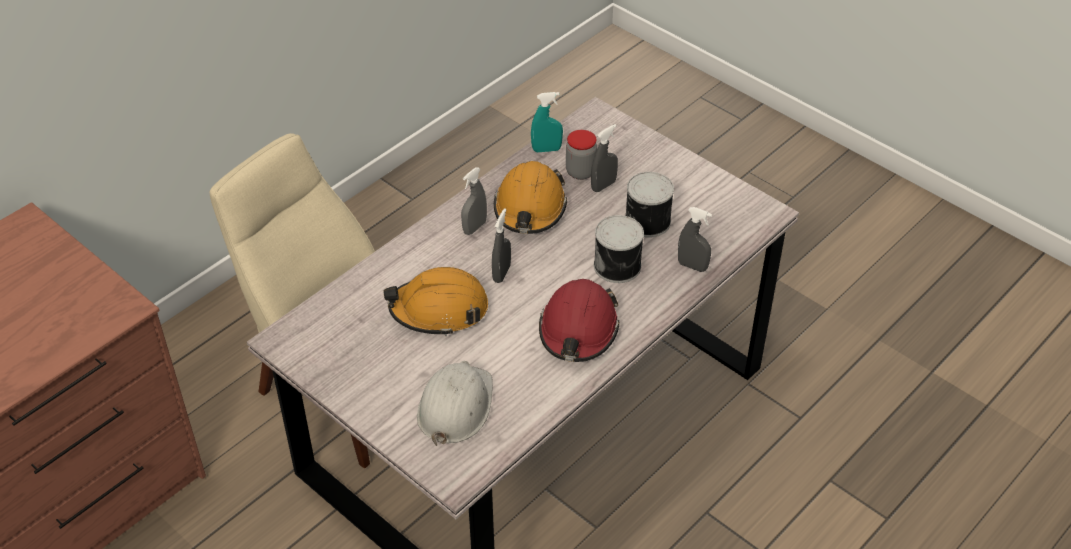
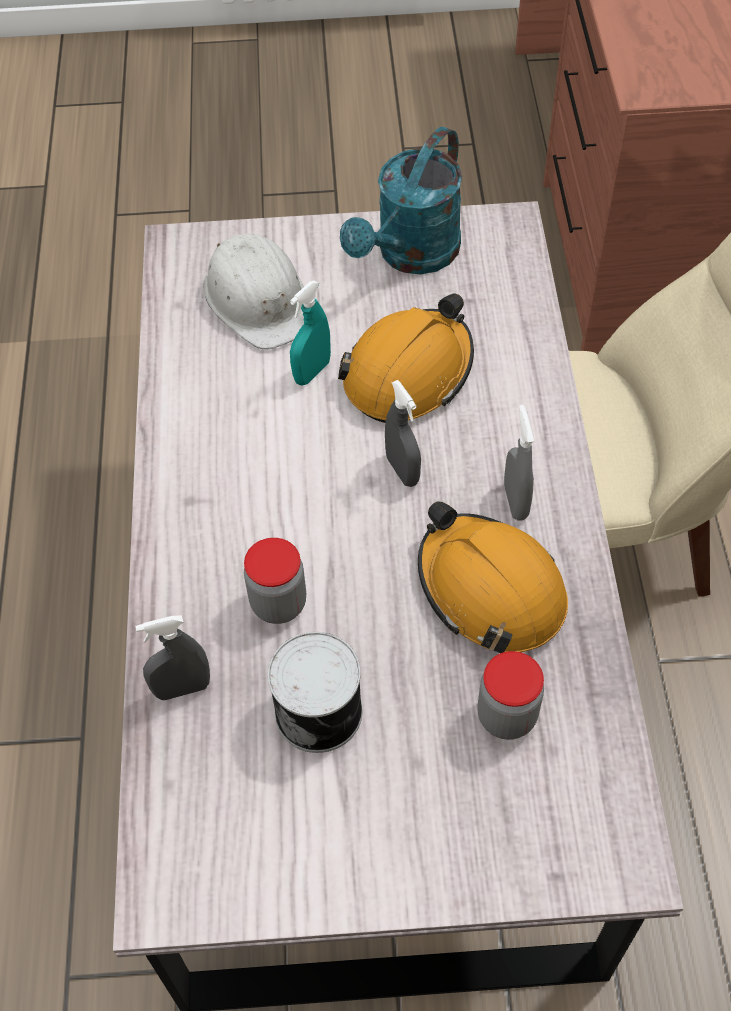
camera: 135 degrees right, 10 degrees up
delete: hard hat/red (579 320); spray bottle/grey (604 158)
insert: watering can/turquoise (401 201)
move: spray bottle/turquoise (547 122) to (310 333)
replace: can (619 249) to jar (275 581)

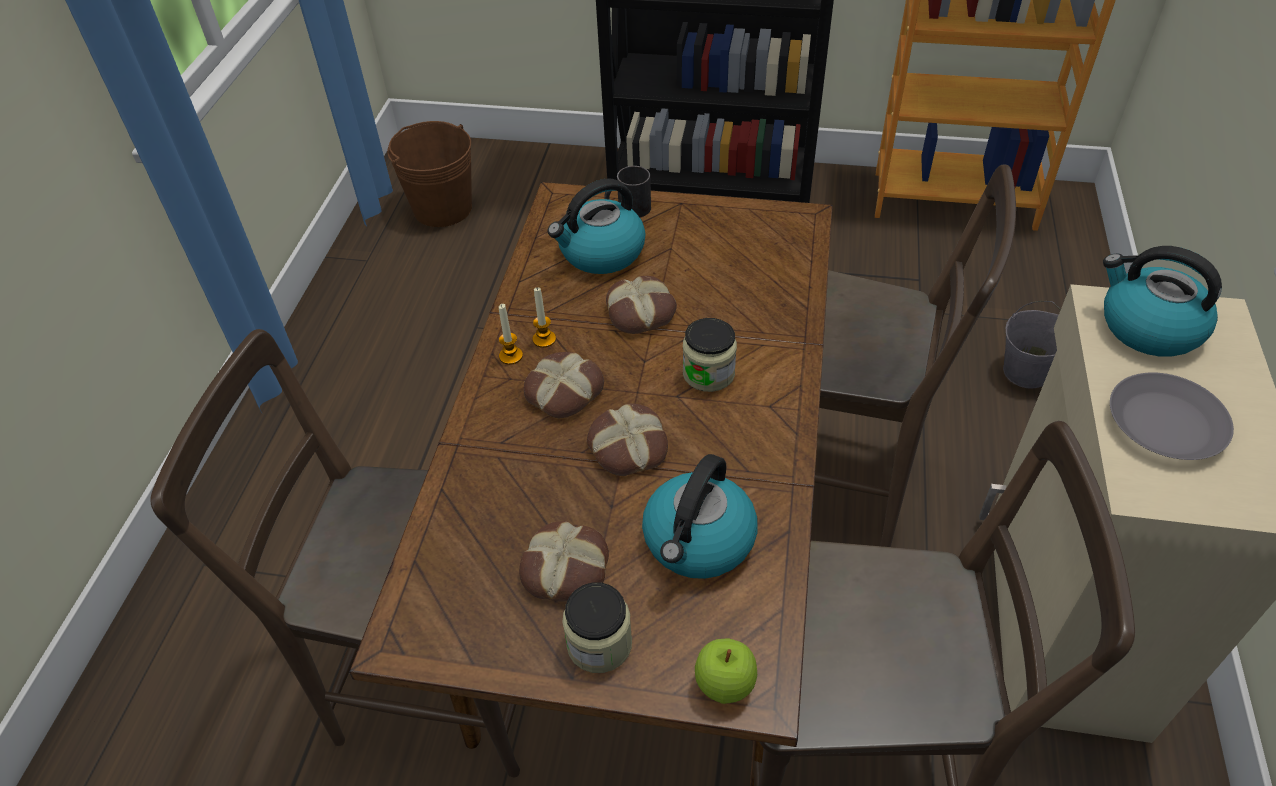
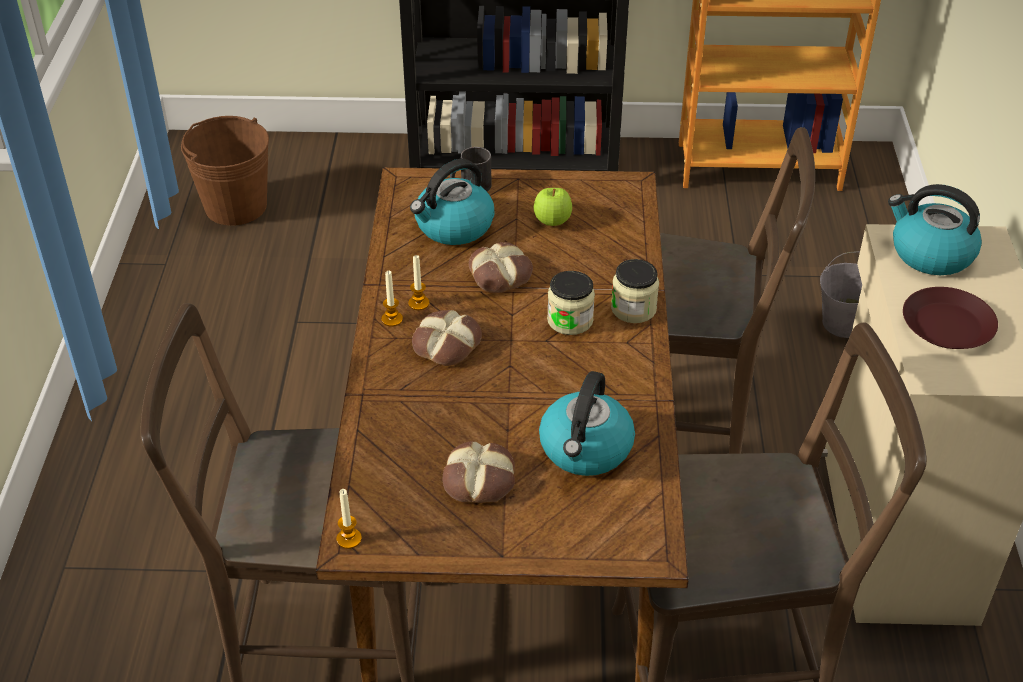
camera: 10 degrees left, 5 degrees down
delete: bread (627 439)
insert: candle (349 519)
move: apple (726 671) to (553 207); jar (597 627) to (635 291)
recolor: plate/grey (1172 416) to plate/brown (950 318)

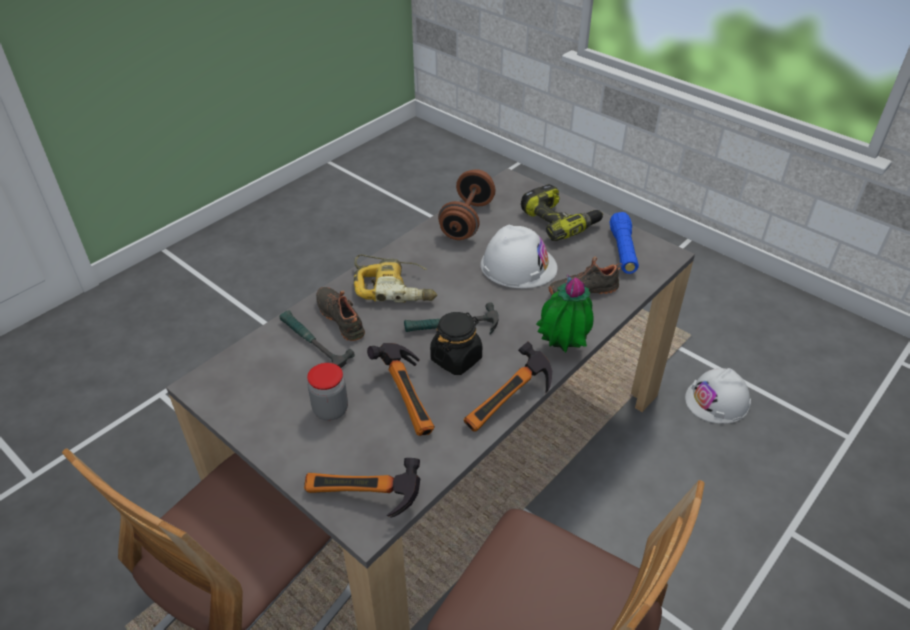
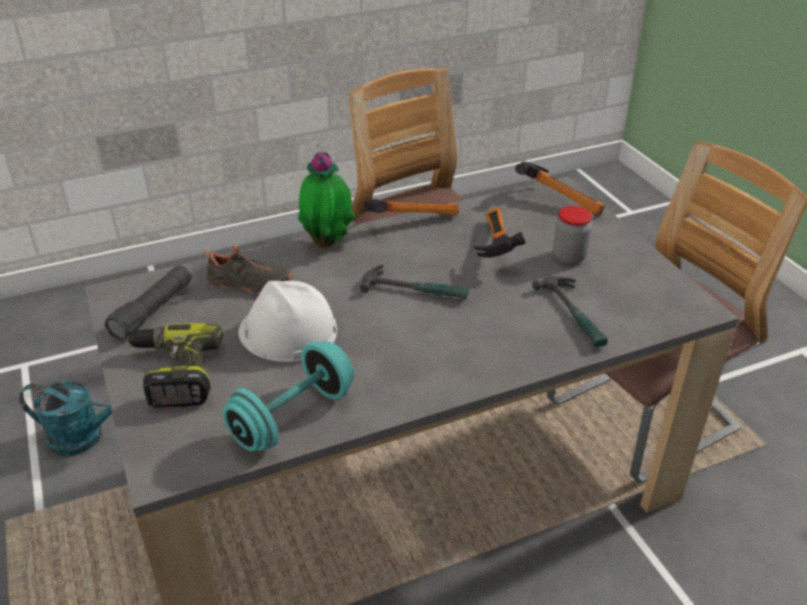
camera: 155 degrees left, 5 degrees down
delete: shoe/black (340 314); power drill (395 278); jar/black (456 343)
replace: hard hat/white (718 396) to watering can/turquoise (65 418)
recolor: flashlight/blue (624 243) to flashlight/black (148 303); dumbbell/brown (467 204) to dumbbell/turquoise (288 396)

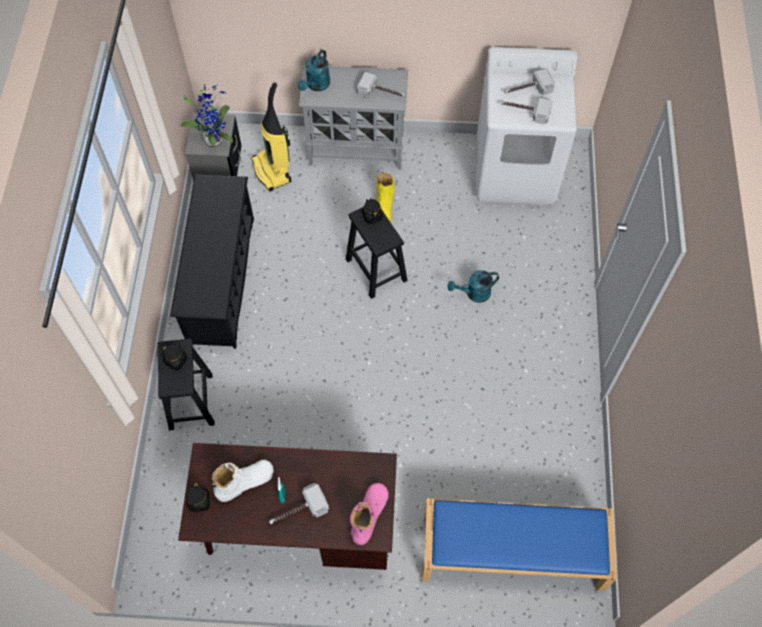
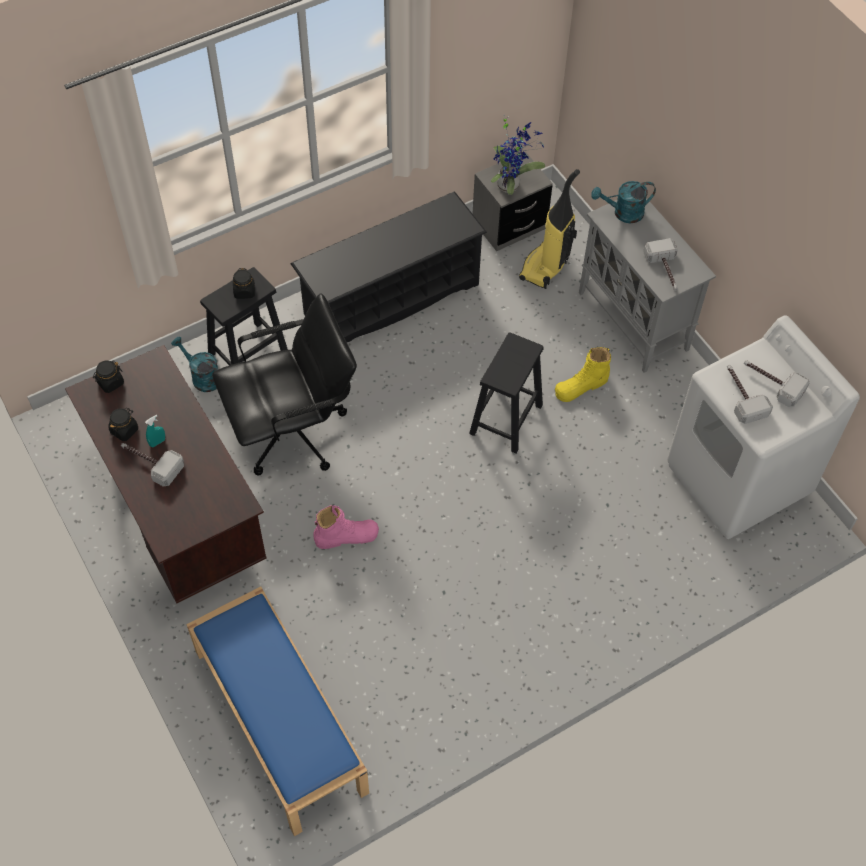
camera: 55 degrees right, 5 degrees down
delete: boot/white (243 481)
insert: office chair/black (284 385)
move: jar/black (372 211) to (123 424); watering can/turquoise (473 286) to (194 364); boot/pink (369 514) to (346 527)

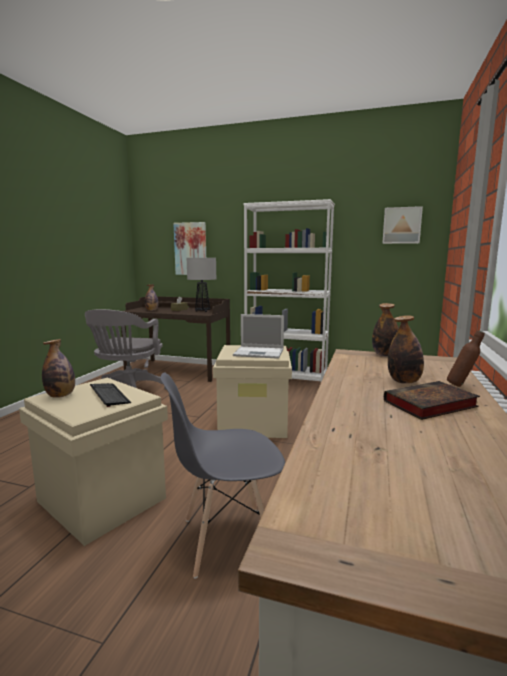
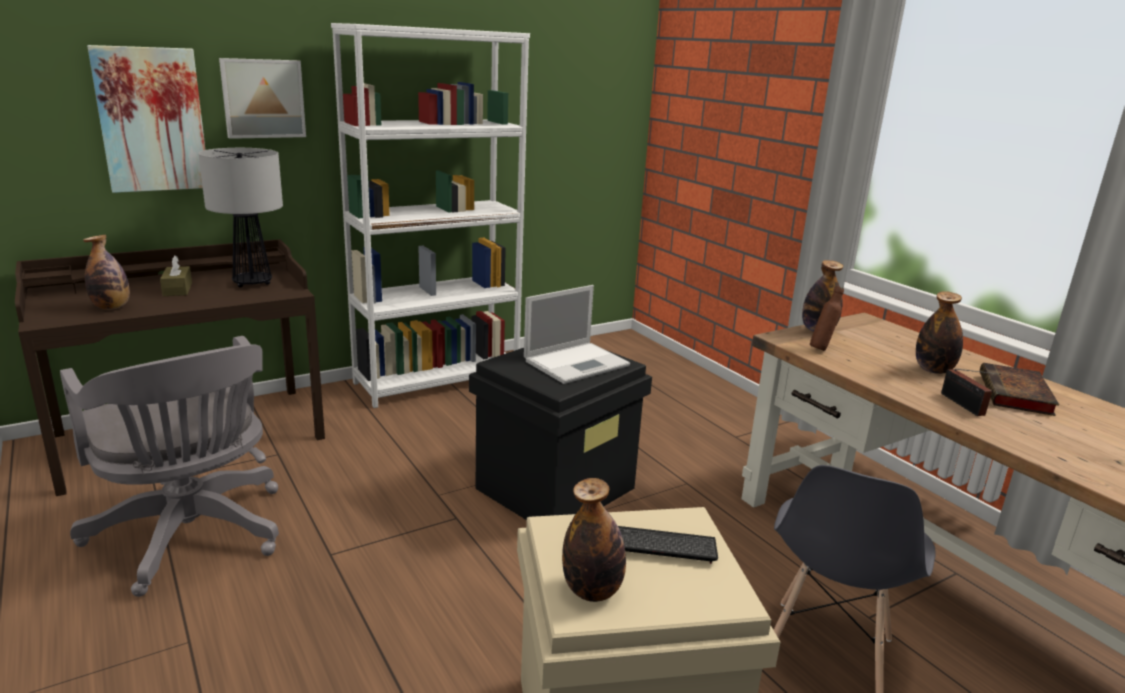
camera: 50 degrees left, 10 degrees up
insert: radio (971 392)
move: picture (402 225) to (262 98); bottle/brown (466 358) to (827 318)
recolor: storage box/beige (252 391) to storage box/black (560 434)

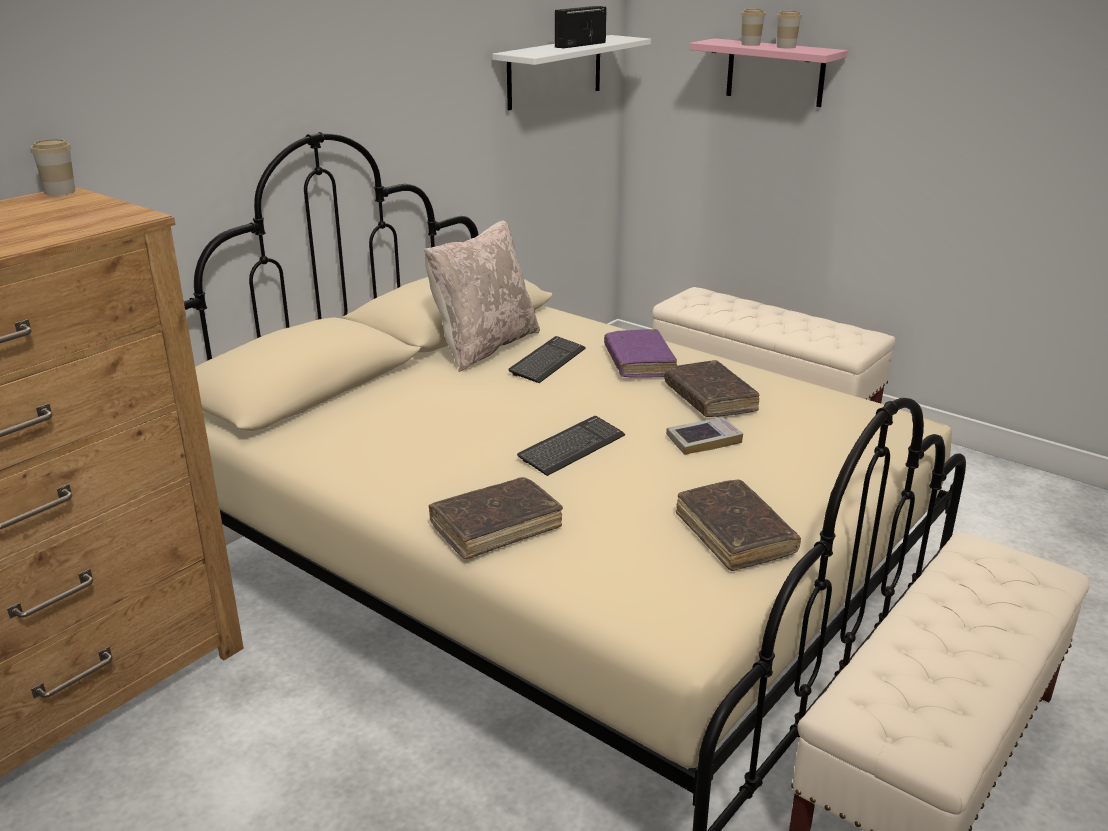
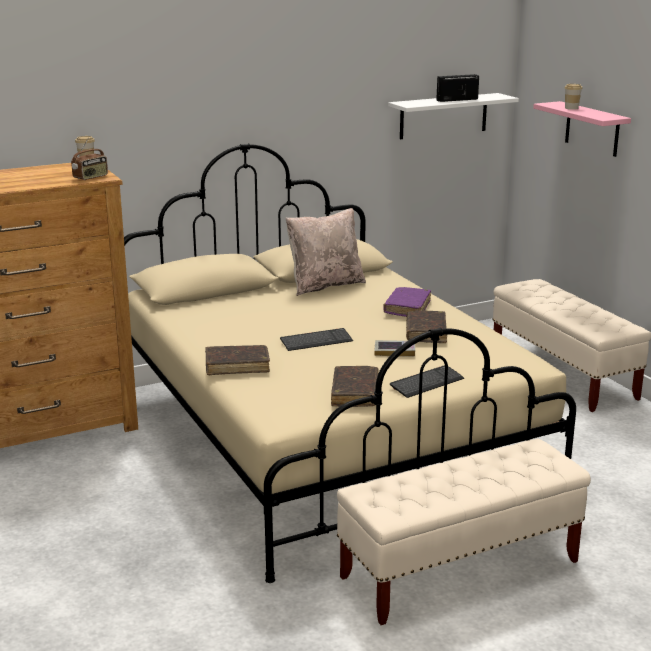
camera: 25 degrees right, 5 degrees down
delete: cup (789 29)
insert: radio (89 158)
move: keyboard (547 359) to (427 381)

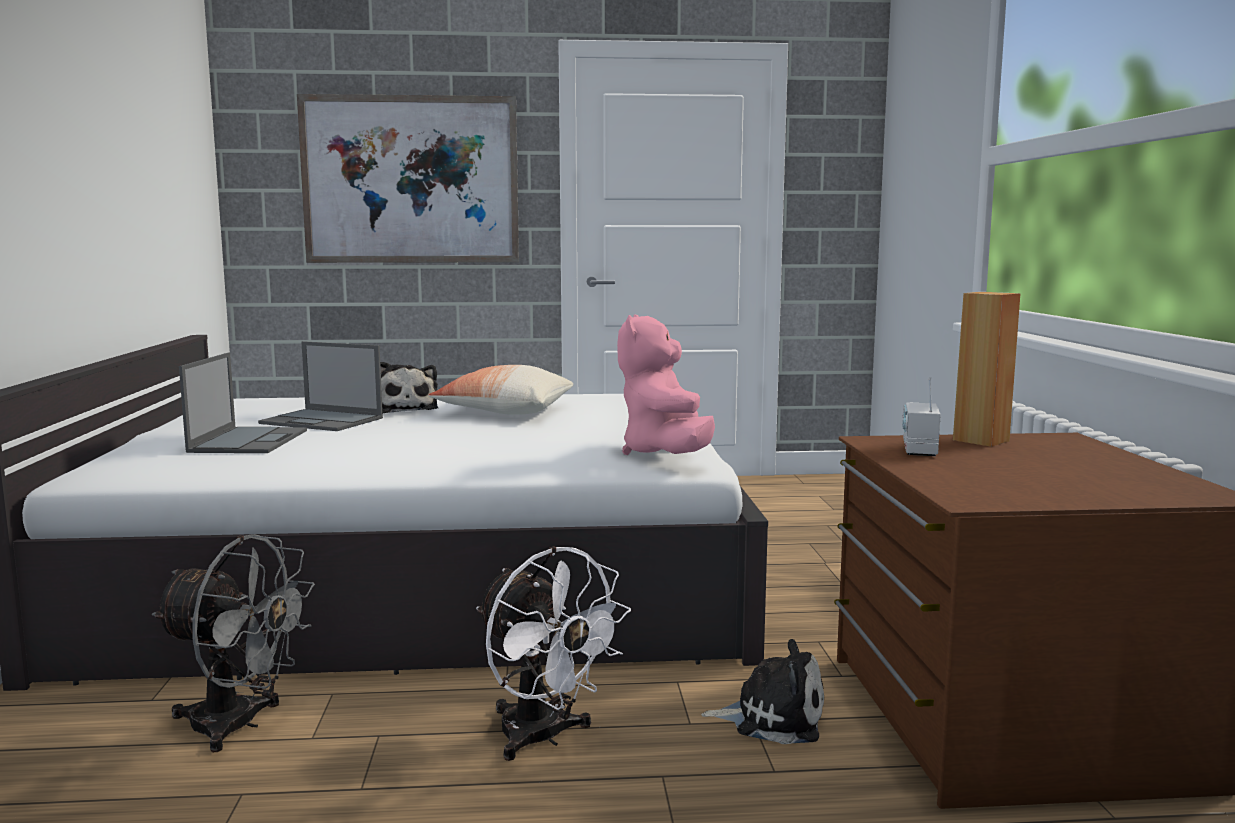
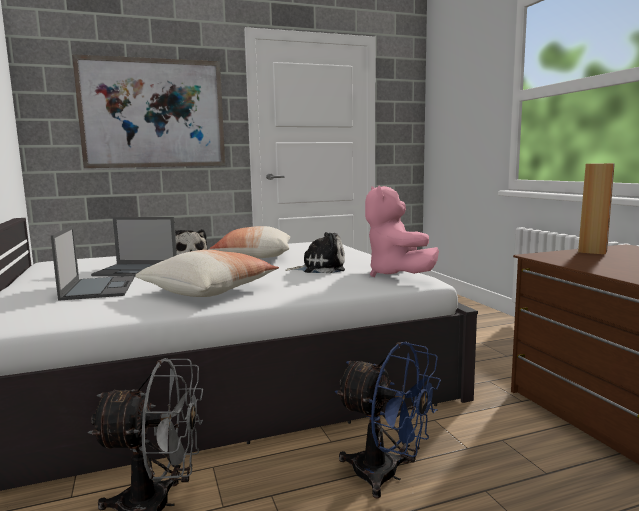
camera: 15 degrees left, 0 degrees up
delete: radio (921 416)
insert: pillow (207 273)
move: plush toy (762 691) to (315 252)
recolor: fan/white (553 653) to fan/blue (387 420)

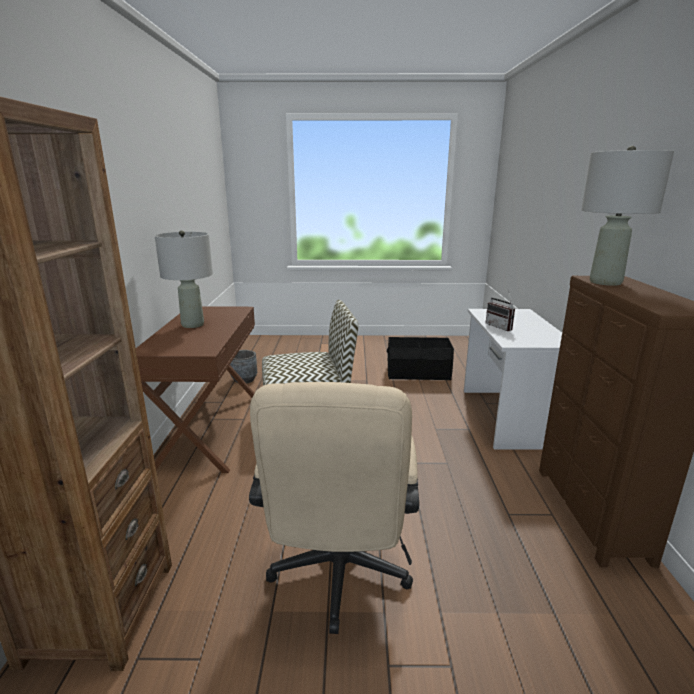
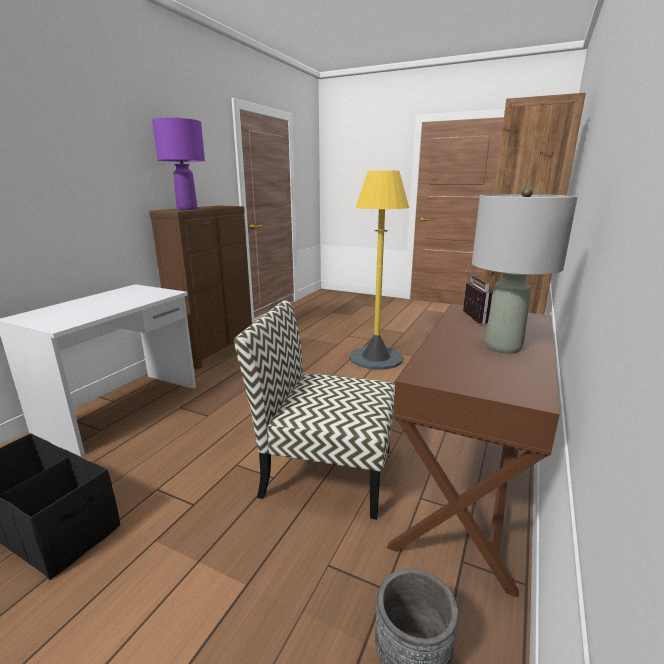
camera: 155 degrees left, 0 degrees up
move: radio (500 312) to (478 297)
replace: office chair/beige (334 508) to floor lamp/yellow (379 270)
recolor: table lamp/grey (627 216) to table lamp/purple (178 163)

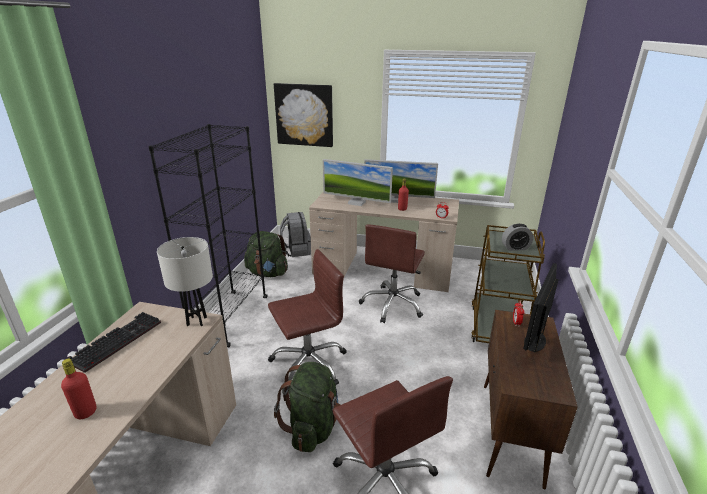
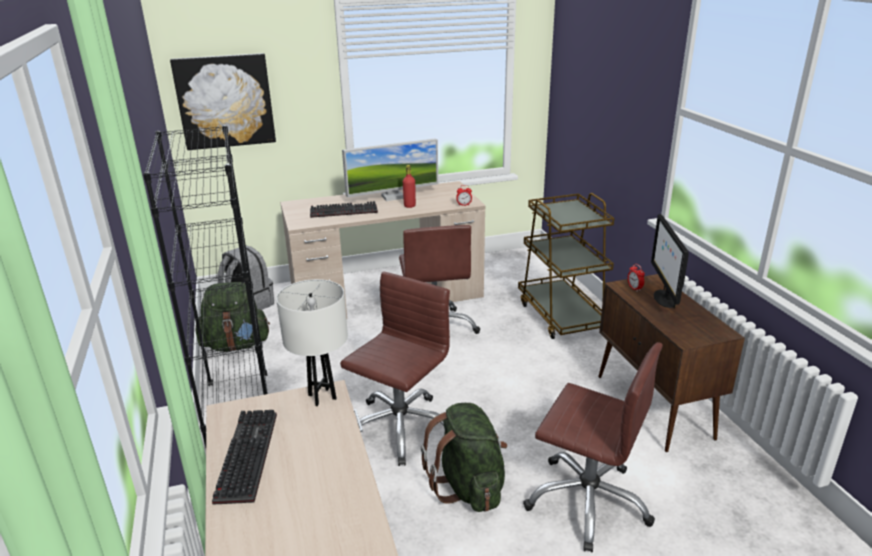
camera: 30 degrees left, 0 degrees up
delete: bottle/red (79 389); alarm clock (517 237)
replace: monitor (358 182) to keyboard (344 209)

